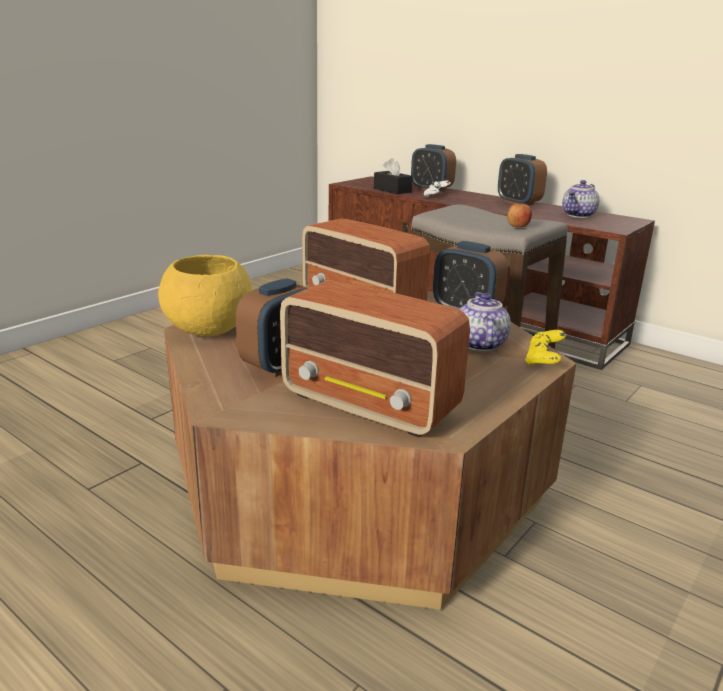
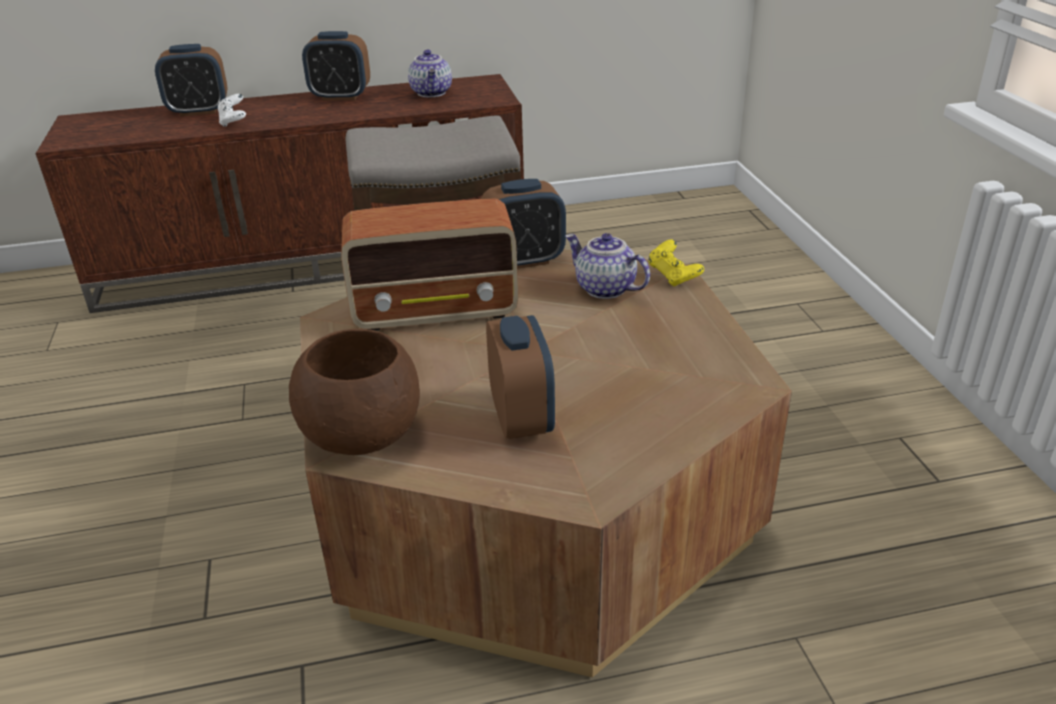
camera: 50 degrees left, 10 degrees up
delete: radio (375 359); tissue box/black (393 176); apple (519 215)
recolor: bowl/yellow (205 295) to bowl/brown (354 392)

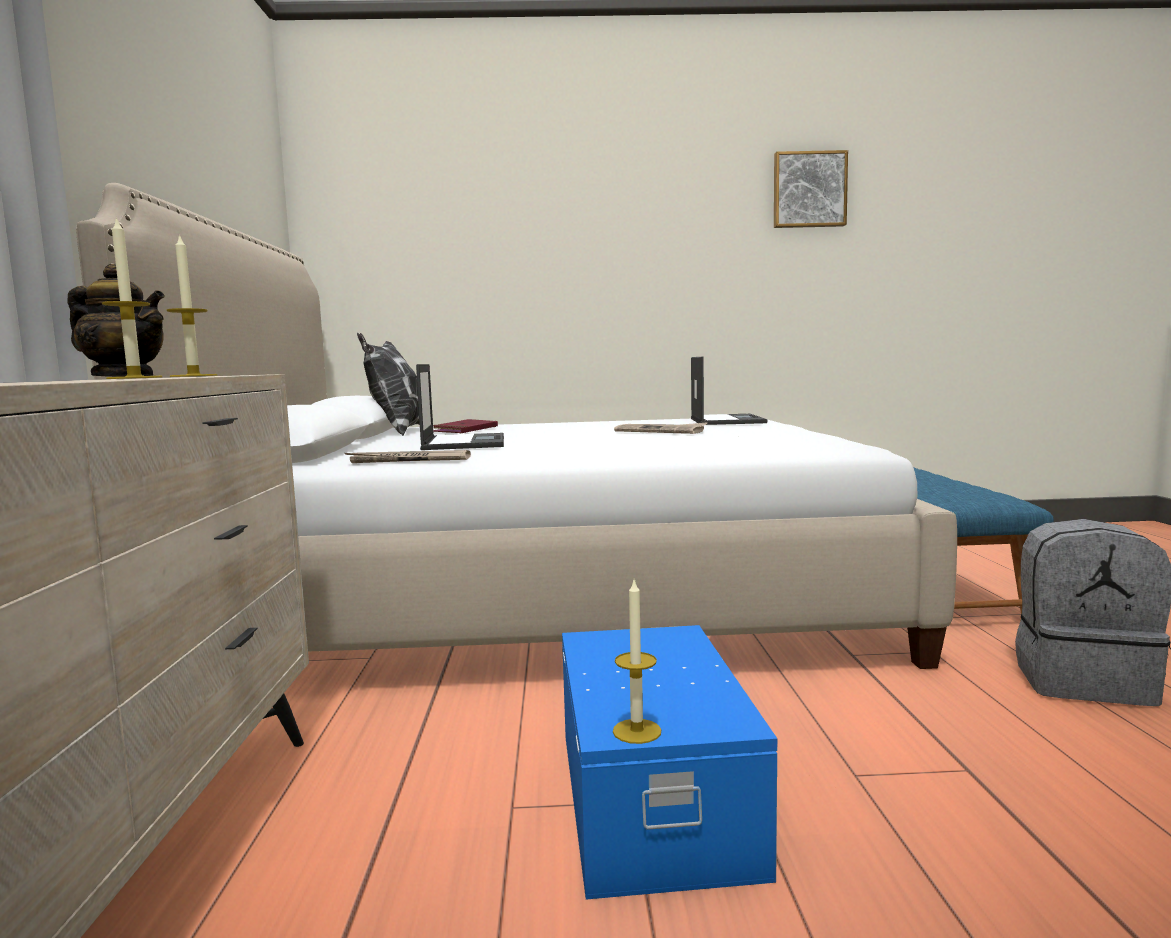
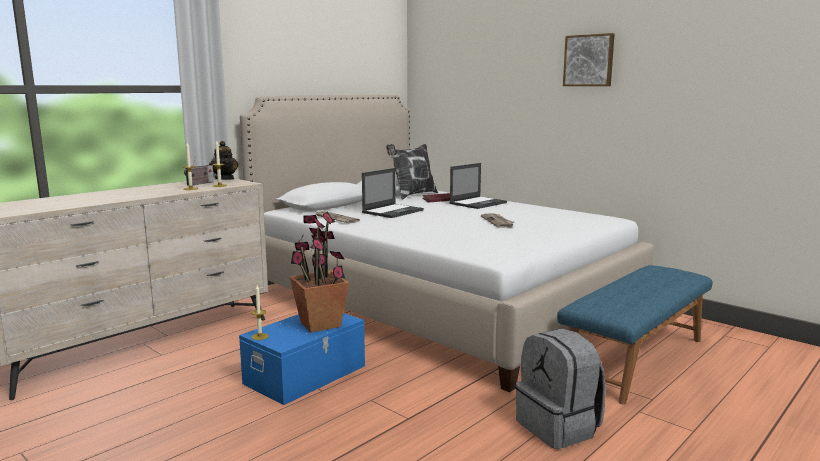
camera: 45 degrees right, 5 degrees up
insert: radio (199 172); potted plant (319 272)
move: laptop (729 391) to (478 186); picture (811 189) to (589 59)

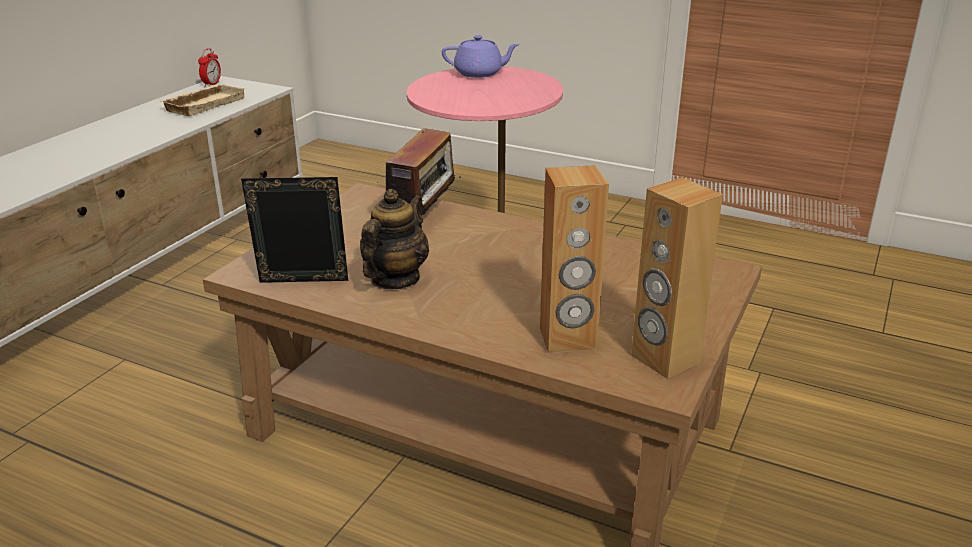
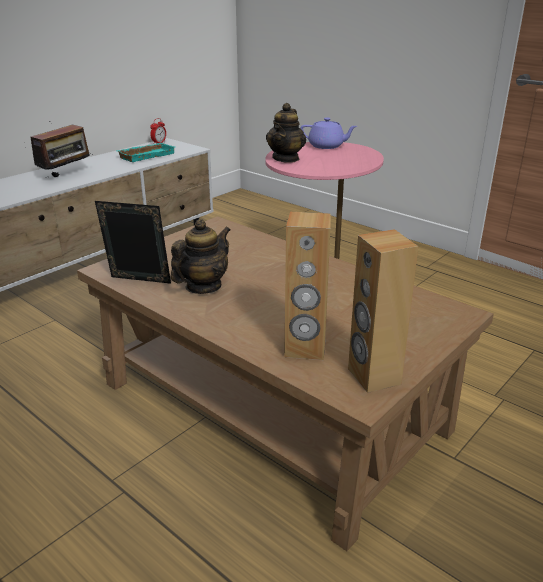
camera: 15 degrees right, 0 degrees up
insert: teapot (286 133)
move: radio (418 171) to (62 151)
recolor: tray/beige (203 100) to tray/turquoise (146 152)

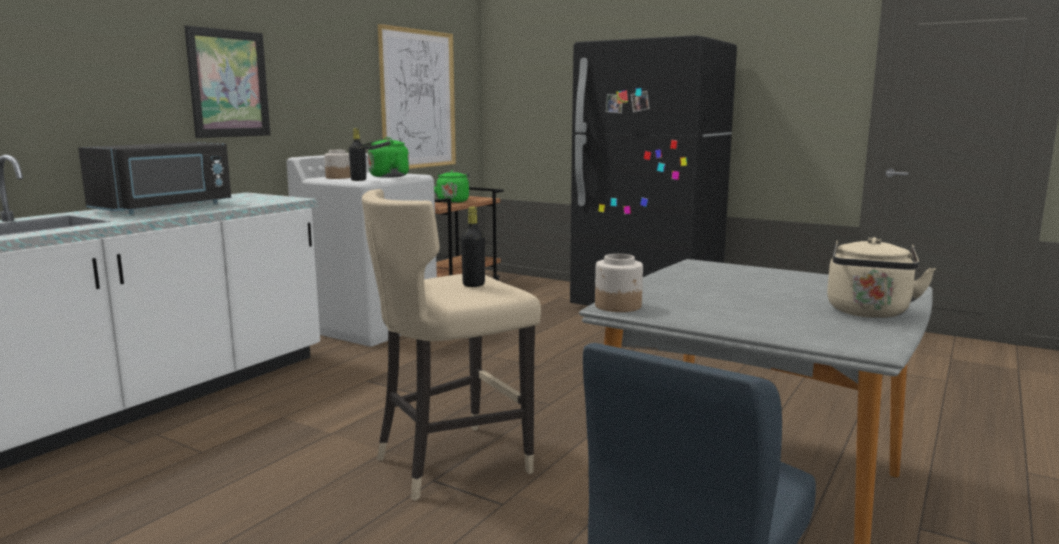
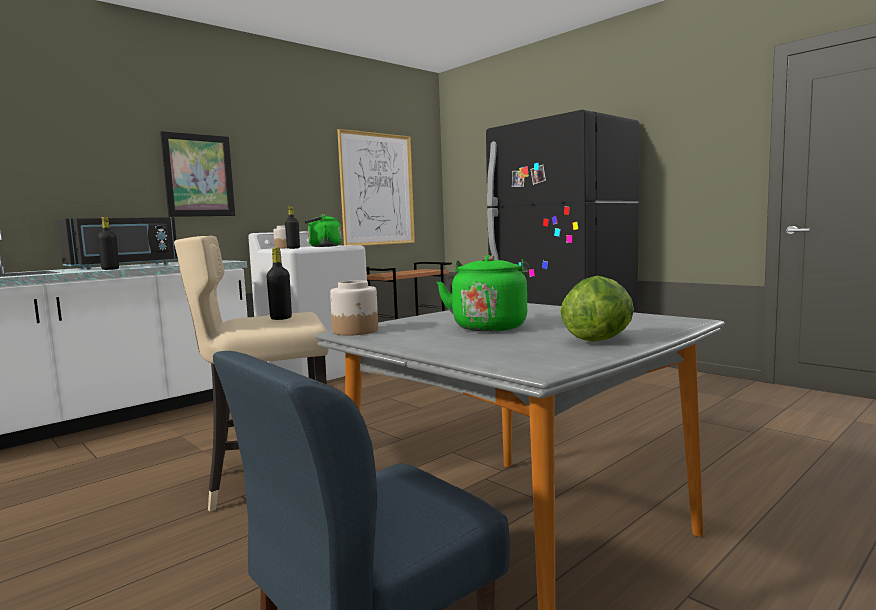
camera: 15 degrees right, 5 degrees down
insert: bottle/black (108 243)
move: kettle/green (452 186) to (483 293)
replace: kettle/beige (881 277) to lettuce (597 309)

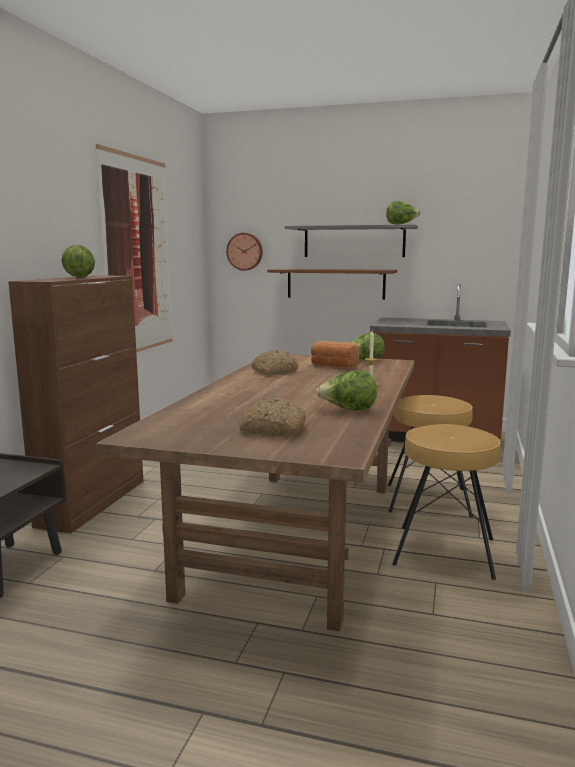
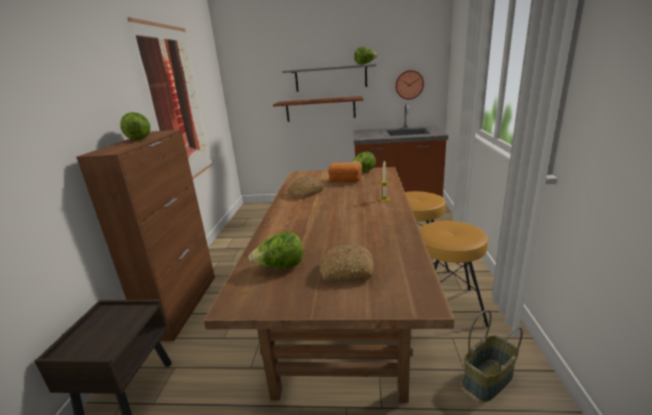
camera: 10 degrees left, 10 degrees up
insert: basket (492 356)
move: lettuce (346 390) to (276 250); wall clock (244 252) to (409 85)

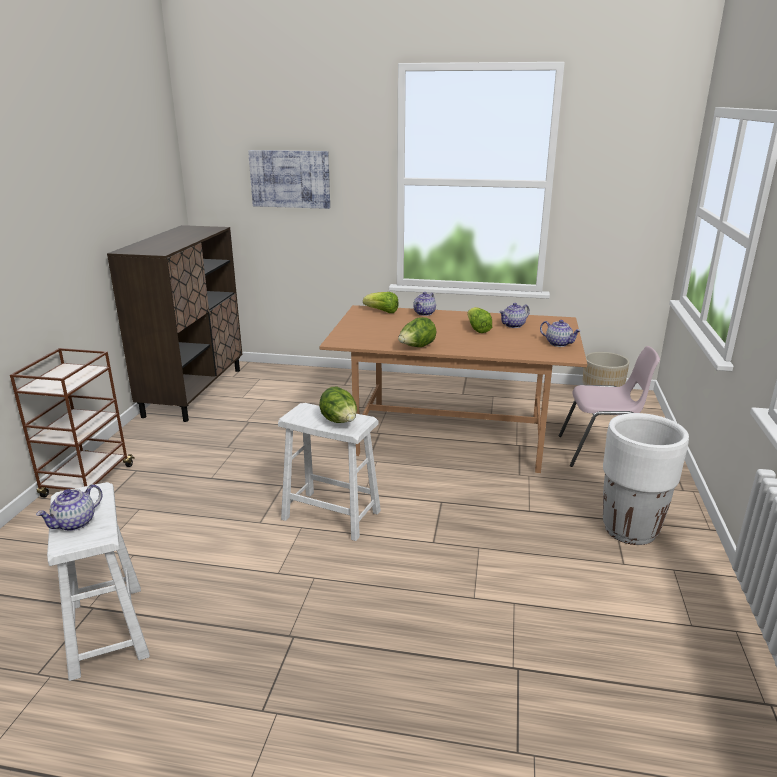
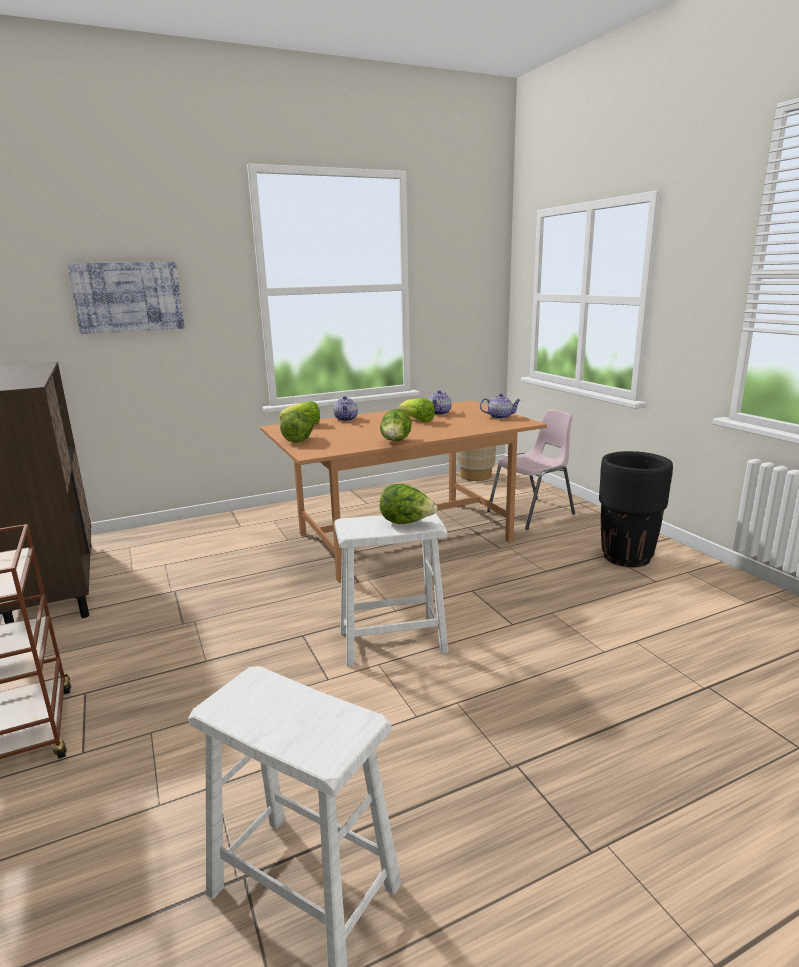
camera: 35 degrees left, 5 degrees down
delete: teapot (69 507)
insert: lettuce (297 426)
recolor: planter/white (646 479) to planter/black (636 509)

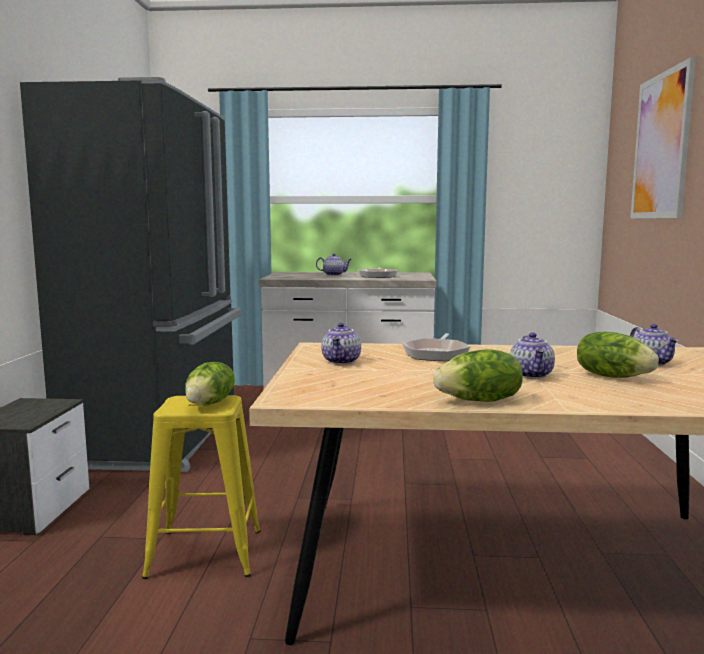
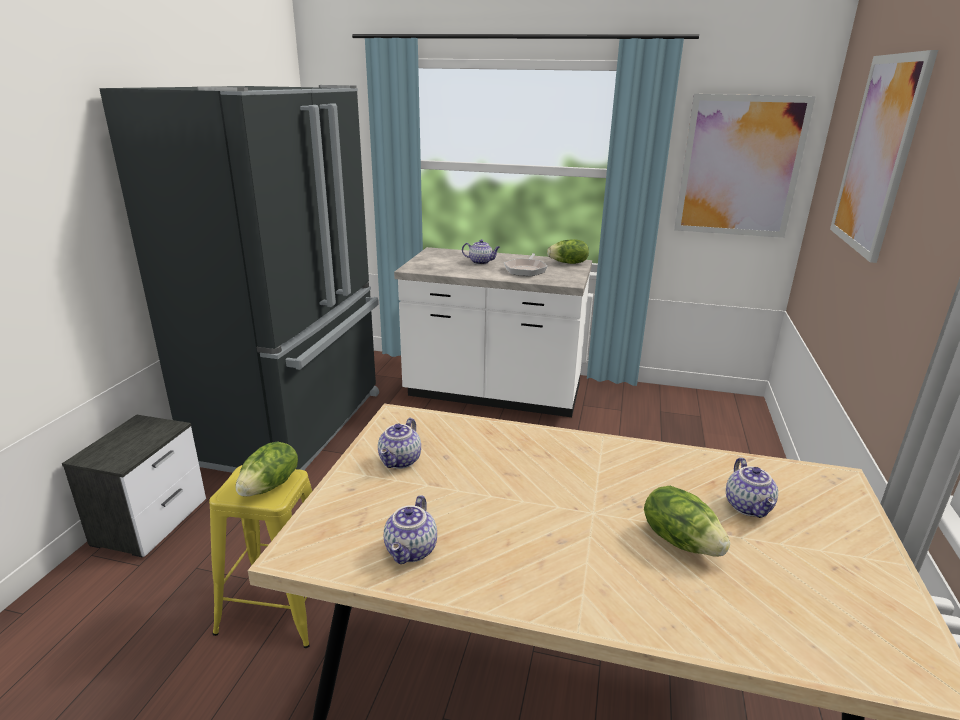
camera: 10 degrees right, 15 degrees up
delete: frying pan (436 347)
insert: picture (745 166)
move: teapot (532 356) to (410 529); lettuce (478 375) to (568 251)

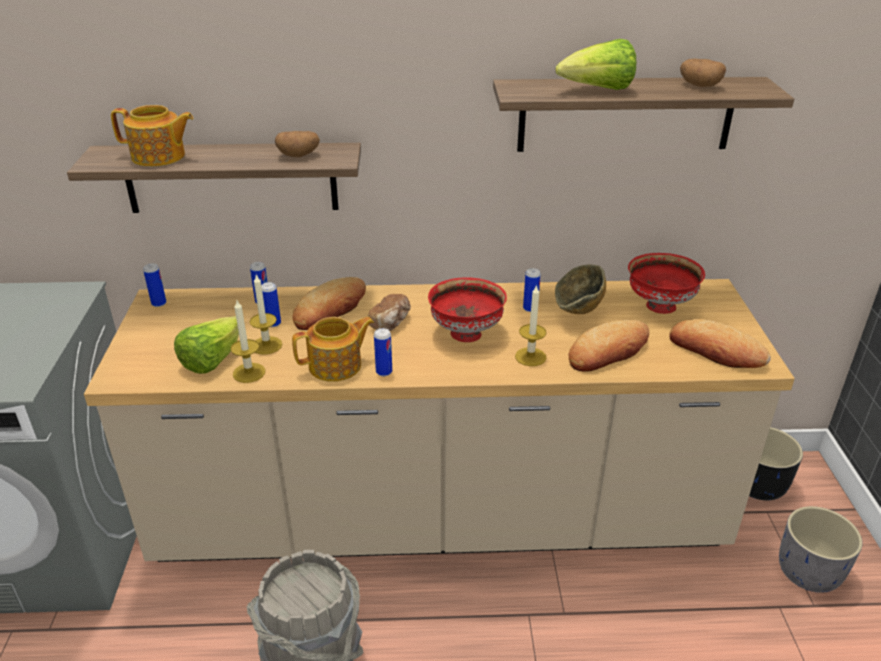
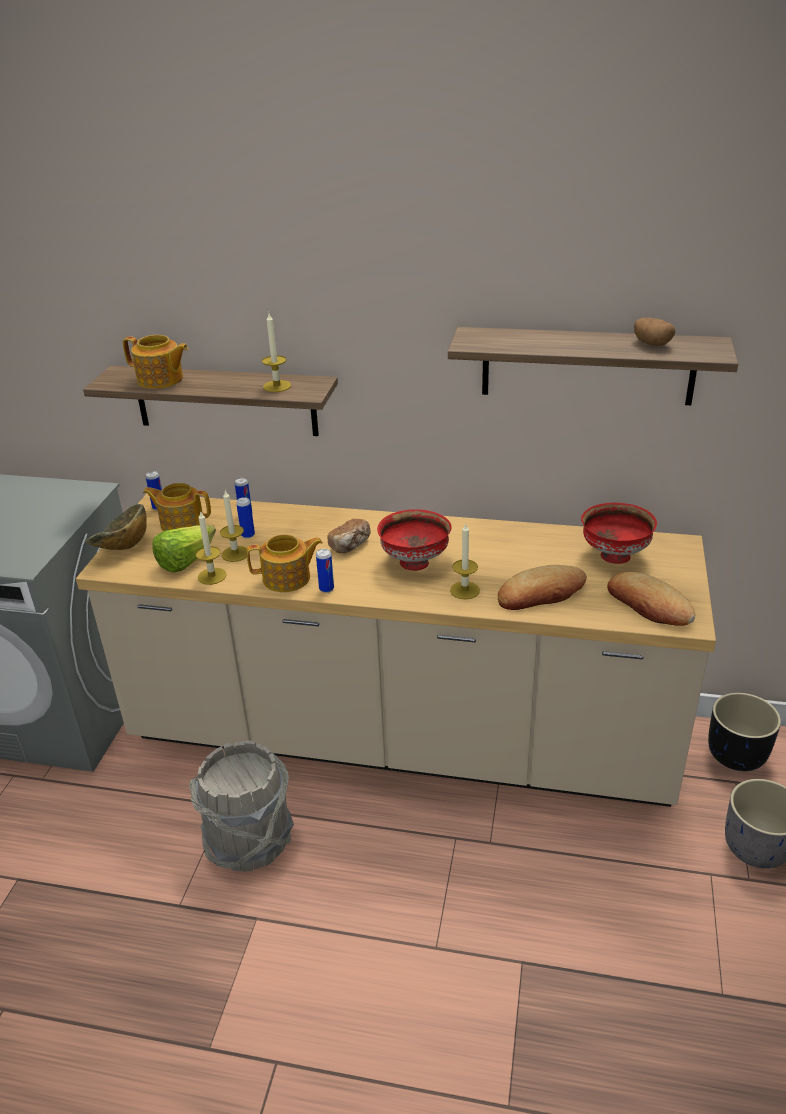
camera: 15 degrees right, 0 degrees up
delete: bread (329 303); can (532 290); lettuce (596 64)
insert: teapot (177 507)
move: bowl (580 289) to (116 527)
replace: potato (297 144) to candle (276 352)

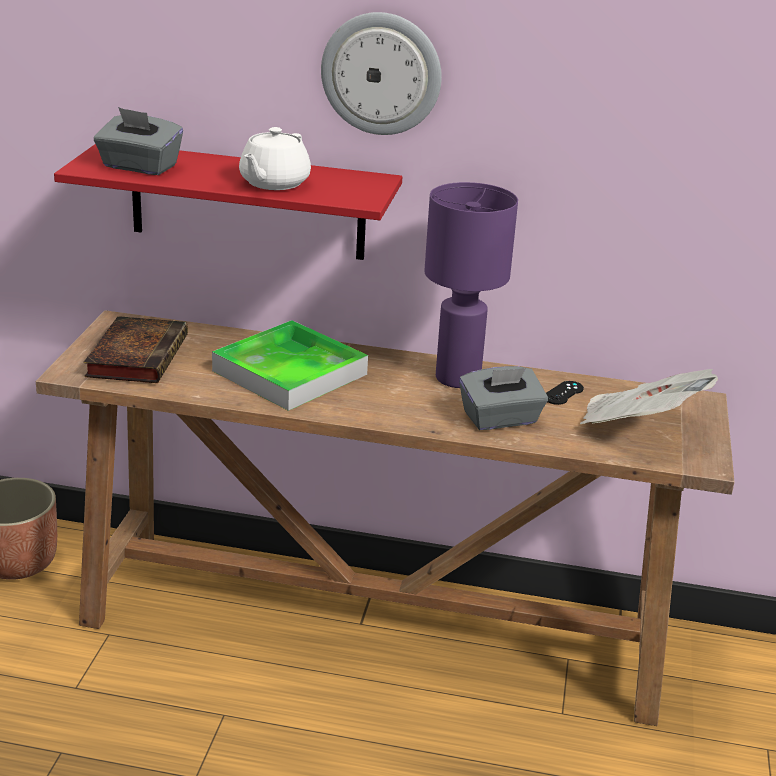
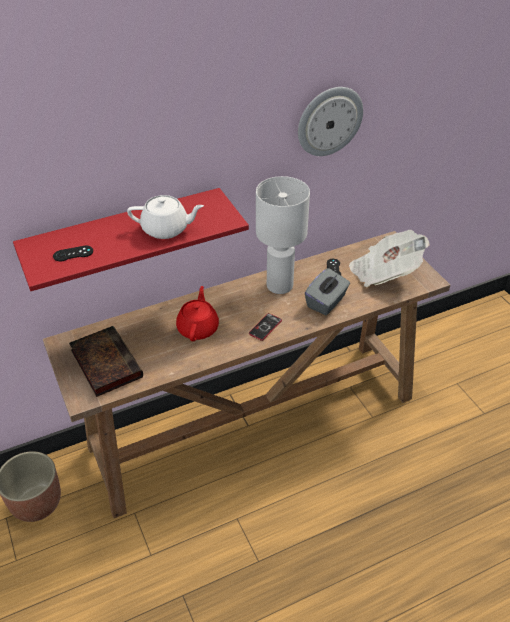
camera: 35 degrees left, 15 degrees up
insert: phone (265 327)
move: wall clock (381 73) to (330 121)
replace: tissue box/grey (138 141) to game controller/black (73 253); tray (290 365) to teapot/red (197 313)
recolor: table lamp/purple (471 285) to table lamp/white (283 235)
rotate: teapot/white (275 158) = (165 217) 75 degrees counterclockwise

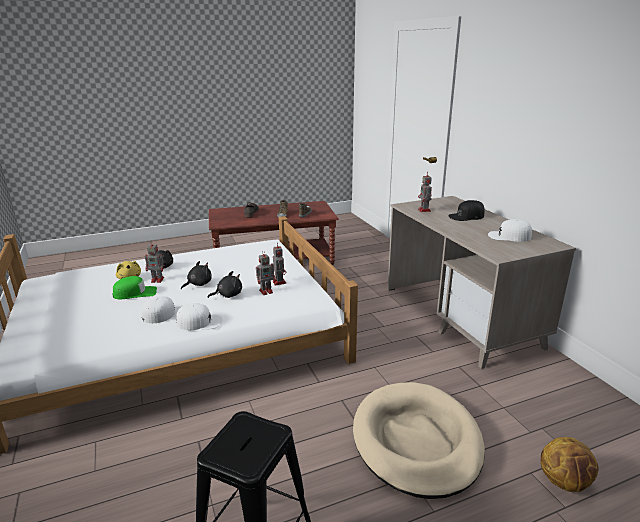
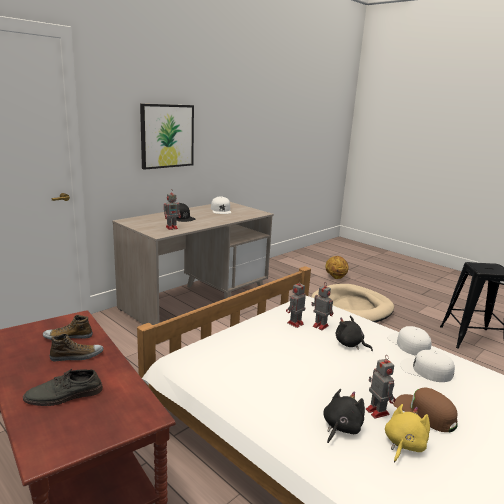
camera: 115 degrees left, 5 degrees down
delete: plush toy/black (196 275)
insert: picture (167 137)
recolor: cap/green (135 287) to cap/brown (425 410)

